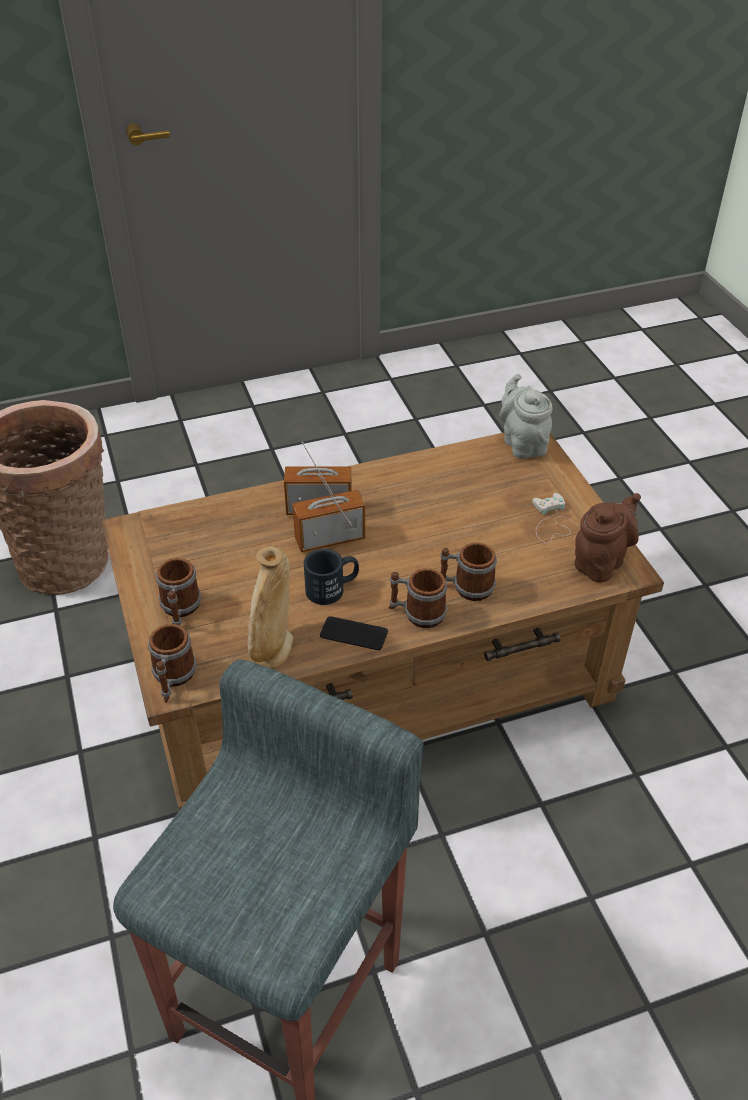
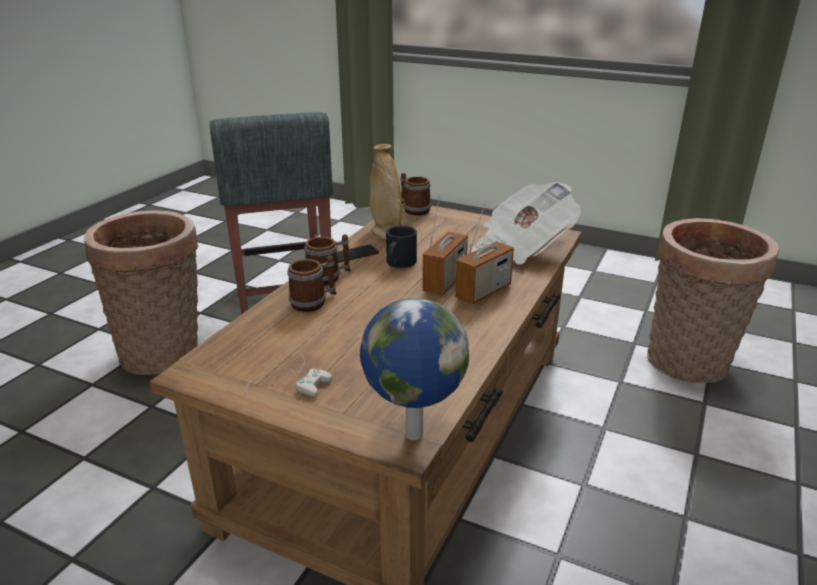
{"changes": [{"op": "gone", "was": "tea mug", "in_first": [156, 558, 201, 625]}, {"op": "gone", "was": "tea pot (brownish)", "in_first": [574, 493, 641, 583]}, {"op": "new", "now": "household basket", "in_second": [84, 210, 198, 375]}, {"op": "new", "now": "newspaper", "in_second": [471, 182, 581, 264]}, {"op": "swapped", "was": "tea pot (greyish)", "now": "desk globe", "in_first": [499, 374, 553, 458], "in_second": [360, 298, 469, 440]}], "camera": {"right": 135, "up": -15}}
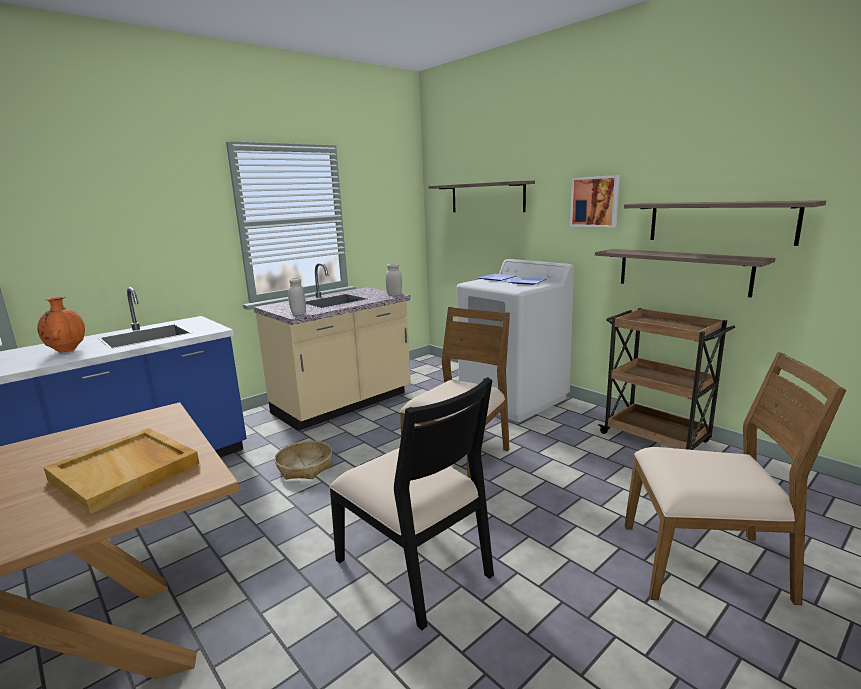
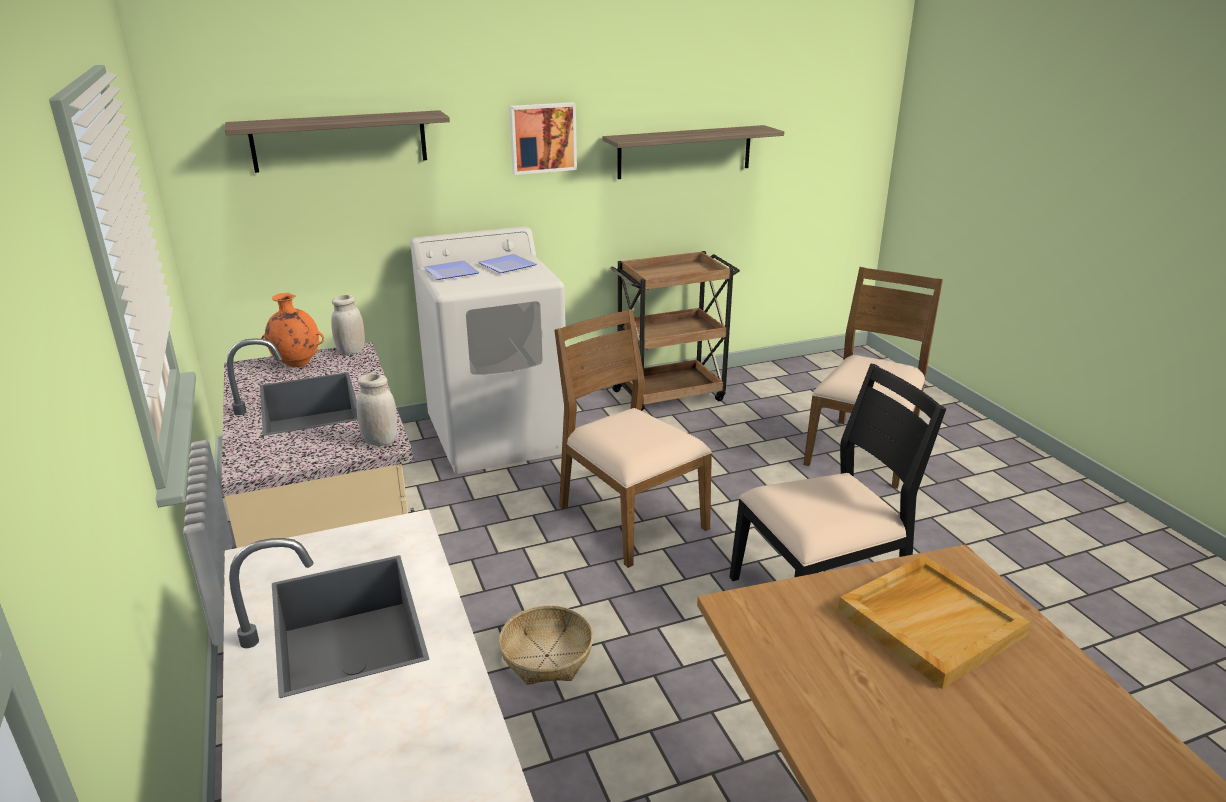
{"changes": [{"op": "gone", "was": "wall shelf", "in_first": [595, 249, 776, 298]}, {"op": "shifted", "was": "decorative vase (orangey)", "in_first": [37, 296, 85, 352], "in_second": [261, 293, 324, 367]}], "camera": {"right": -70, "up": 10}}
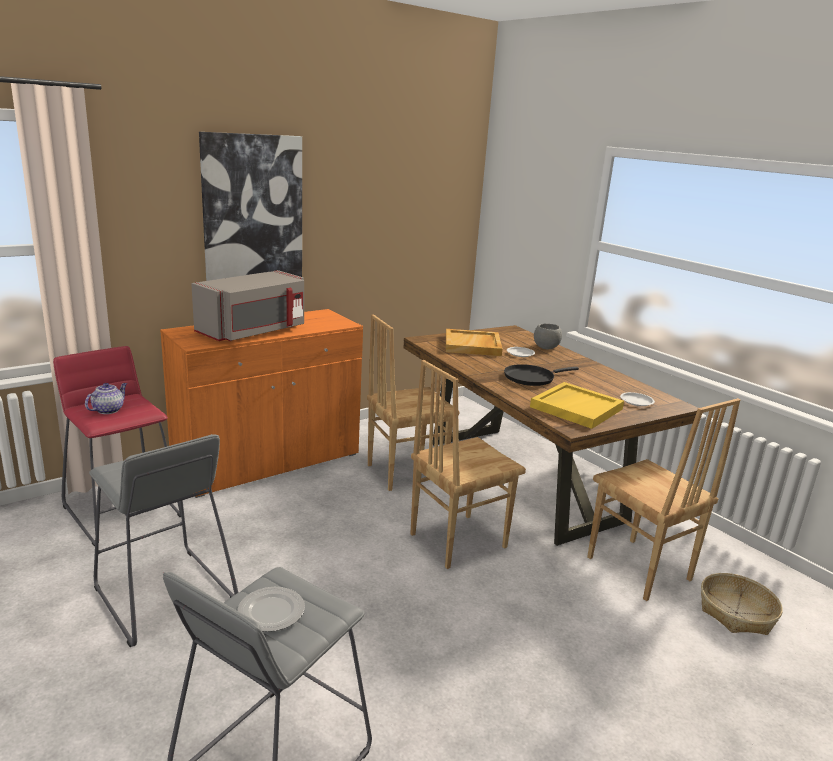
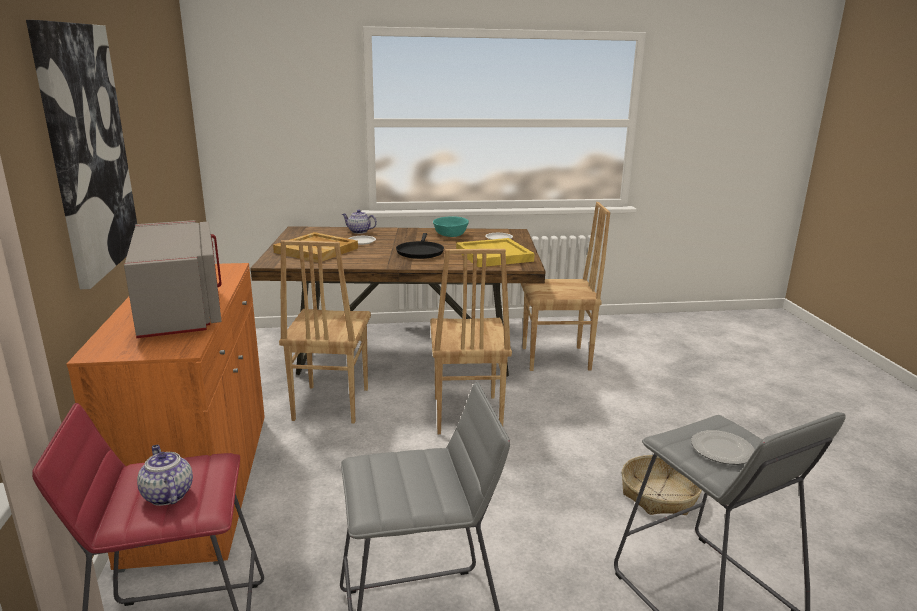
{"changes": [{"op": "new", "now": "bowl (blue-green)", "in_second": [433, 216, 469, 237]}, {"op": "shifted", "was": "household basket", "in_first": [701, 573, 783, 635], "in_second": [622, 455, 702, 515]}, {"op": "swapped", "was": "bowl (greyish)", "now": "tea pot", "in_first": [534, 324, 562, 349], "in_second": [342, 210, 377, 234]}], "camera": {"right": -60, "up": 0}}
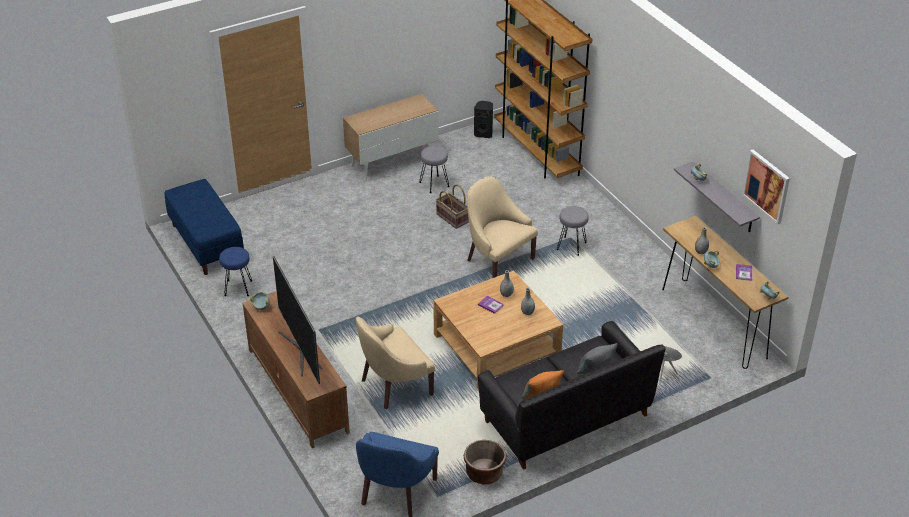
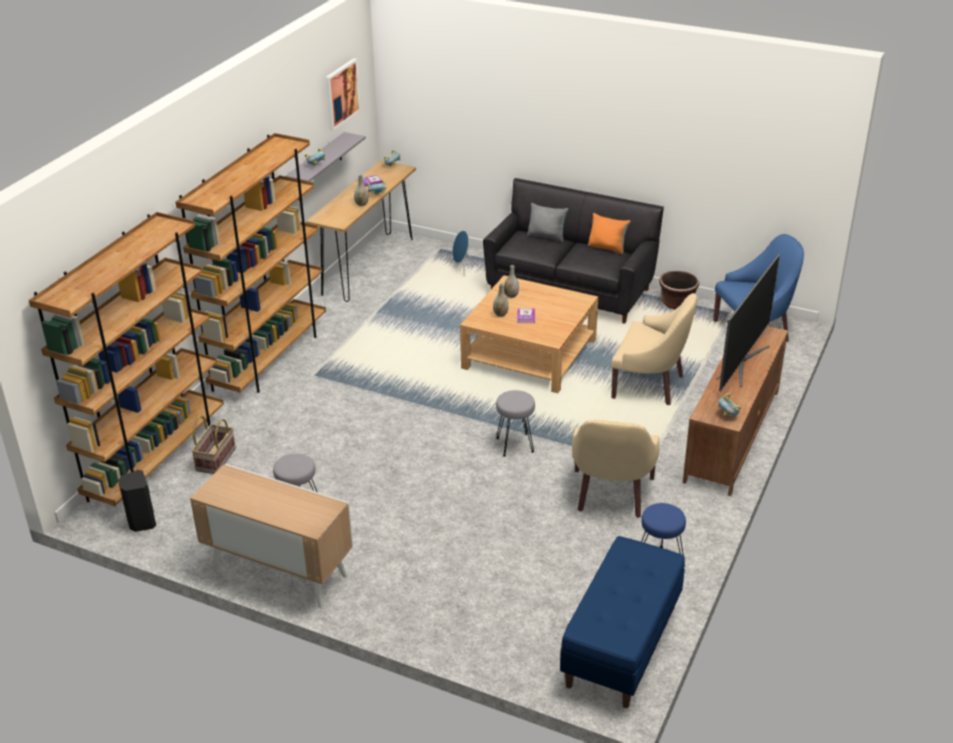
{"changes": [{"op": "new", "now": "bookshelf (brownish)", "in_second": [176, 133, 326, 393]}, {"op": "shifted", "was": "household basket", "in_first": [436, 184, 469, 229], "in_second": [191, 415, 236, 474]}, {"op": "shifted", "was": "armchair (beige-coloured)", "in_first": [467, 176, 538, 278], "in_second": [572, 420, 660, 518]}, {"op": "shifted", "was": "stool (greyish)", "in_first": [557, 206, 589, 256], "in_second": [496, 390, 535, 457]}], "camera": {"right": -125, "up": -5}}
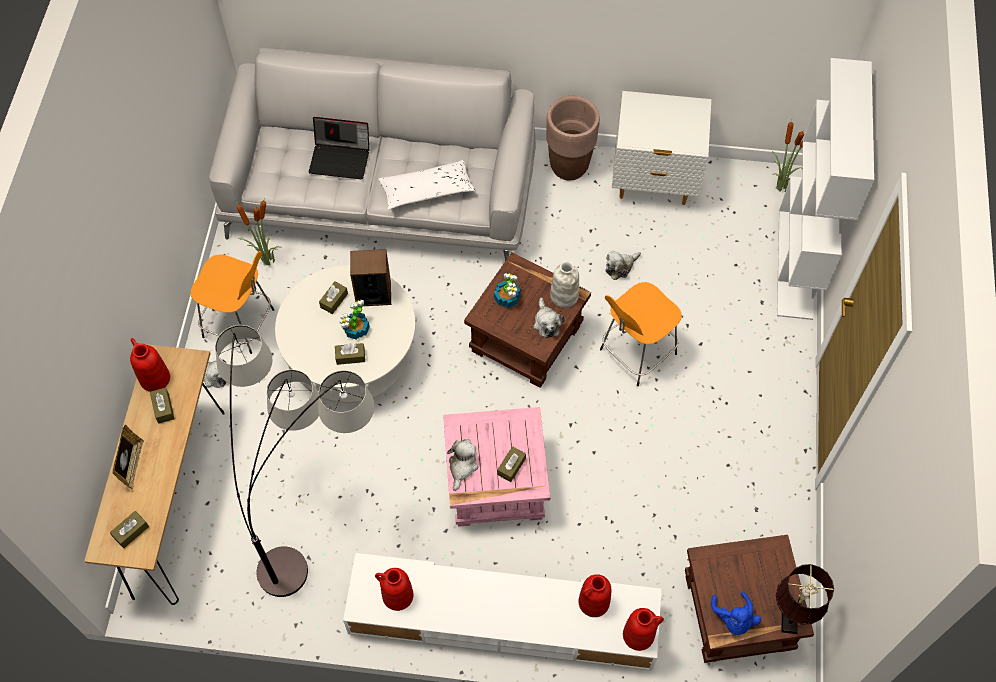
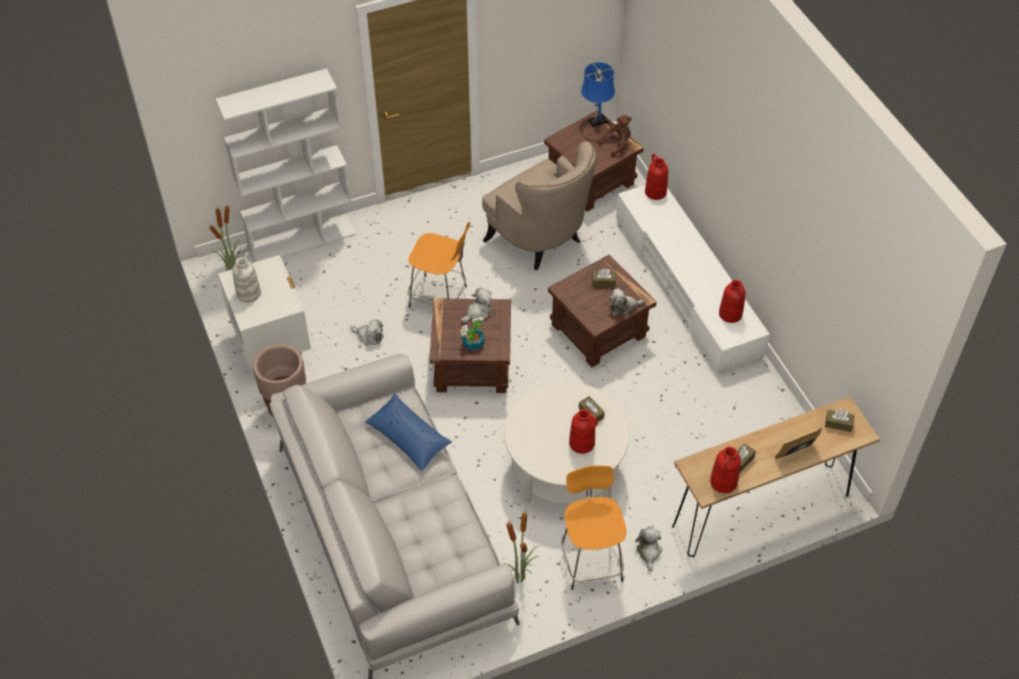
{"changes": [{"op": "gone", "was": "standing lamp", "in_first": [215, 325, 374, 597]}, {"op": "gone", "was": "portable computer", "in_first": [309, 117, 369, 179]}, {"op": "gone", "was": "tissue box (brownish)", "in_first": [319, 281, 348, 314]}, {"op": "gone", "was": "potted plant", "in_first": [340, 300, 370, 340]}, {"op": "gone", "was": "loudspeaker", "in_first": [350, 249, 391, 306]}, {"op": "new", "now": "armchair (beige-coloured)", "in_second": [482, 141, 597, 270]}, {"op": "shifted", "was": "decorative vase (white)", "in_first": [550, 261, 579, 308], "in_second": [233, 252, 261, 302]}, {"op": "shifted", "was": "decorative vase (red-coloured)", "in_first": [579, 574, 611, 617], "in_second": [569, 409, 598, 454]}, {"op": "repainted", "was": "throw pillow (white)", "now": "throw pillow (bluish)", "in_first": [379, 160, 475, 210], "in_second": [365, 393, 452, 472]}, {"op": "repainted", "was": "side table (pinkish)", "now": "side table (brownish)", "in_first": [443, 407, 550, 527], "in_second": [548, 255, 657, 367]}, {"op": "repainted", "was": "plush toy (bluish)", "now": "plush toy (brownish)", "in_first": [711, 591, 761, 635], "in_second": [599, 115, 632, 156]}, {"op": "repainted", "was": "table lamp (brownish)", "now": "table lamp (bluish)", "in_first": [776, 564, 834, 634], "in_second": [581, 62, 615, 127]}], "camera": {"right": -120, "up": -10}}
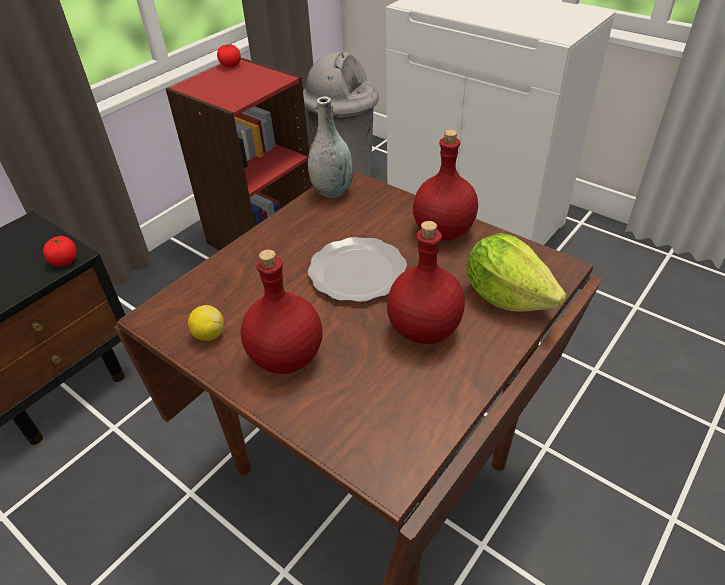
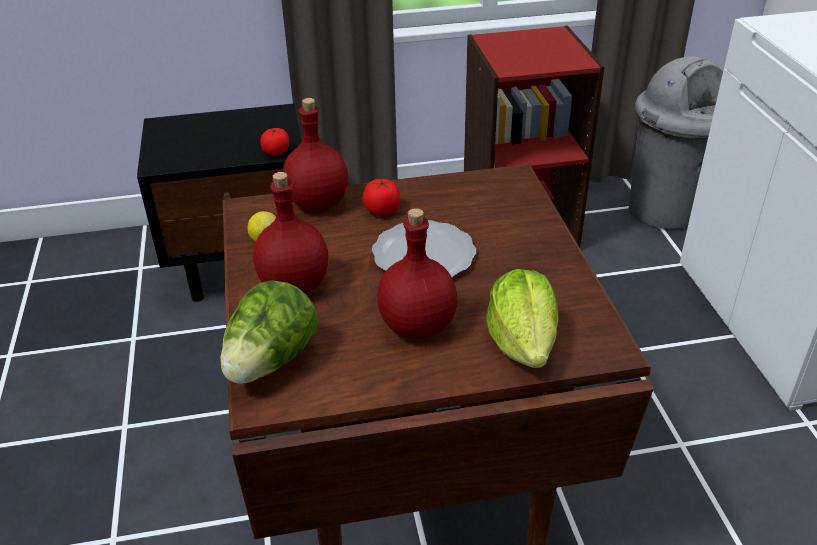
{"changes": [{"op": "gone", "was": "decorative vase (greyish)", "in_first": [308, 97, 353, 198]}, {"op": "new", "now": "lettuce head", "in_second": [220, 280, 319, 384]}, {"op": "shifted", "was": "fresh tomato", "in_first": [217, 44, 241, 68], "in_second": [363, 179, 400, 216]}, {"op": "shifted", "was": "beverage bottle (red-coloured)", "in_first": [413, 130, 478, 240], "in_second": [283, 98, 348, 211]}], "camera": {"right": 40, "up": -5}}
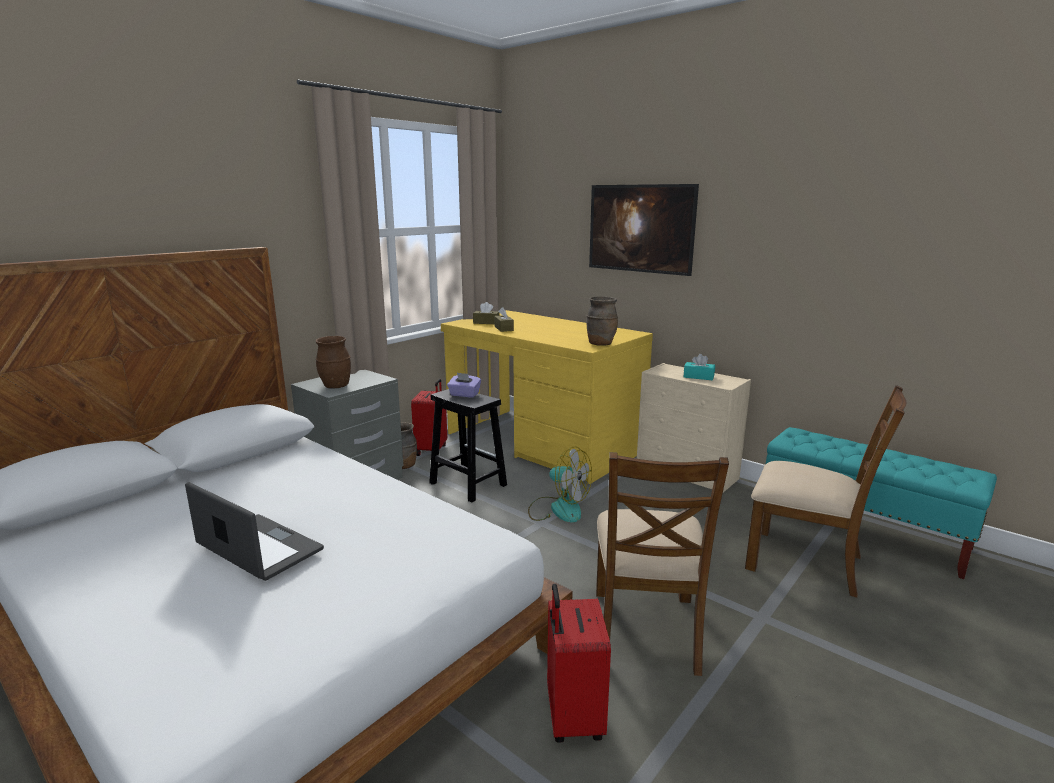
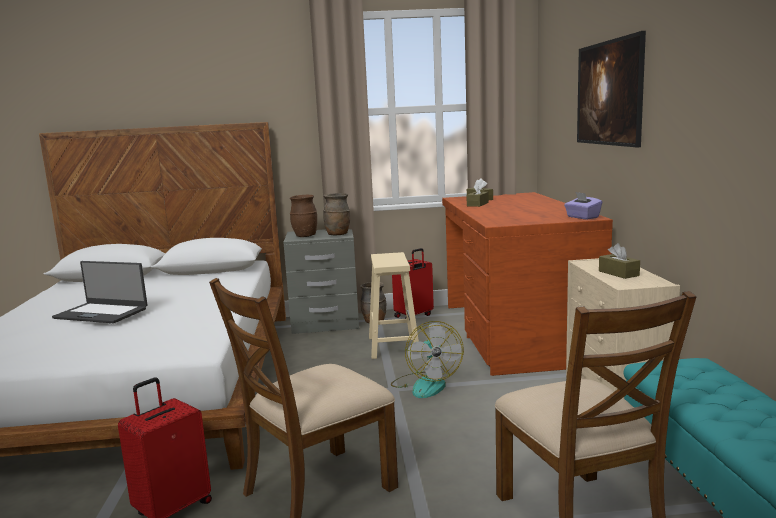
{"changes": [{"op": "shifted", "was": "tissue box (purplish)", "in_first": [447, 373, 481, 398], "in_second": [564, 192, 602, 220]}, {"op": "shifted", "was": "decorative vase (brownish)", "in_first": [586, 296, 618, 346], "in_second": [323, 193, 350, 236]}, {"op": "repainted", "was": "stool (black)", "now": "stool (beige-coloured)", "in_first": [429, 389, 507, 503], "in_second": [369, 252, 419, 359]}, {"op": "repainted", "was": "desk unit (yellow-coloured)", "now": "desk unit (brownish)", "in_first": [441, 310, 653, 484], "in_second": [442, 192, 613, 376]}, {"op": "repainted", "was": "tissue box (blue-green)", "now": "tissue box (brownish)", "in_first": [684, 354, 715, 380], "in_second": [599, 243, 640, 279]}, {"op": "rotated", "was": "portable computer", "in_first": [185, 482, 324, 581], "in_second": [52, 261, 147, 323], "clockwise": 120}], "camera": {"right": 45, "up": -5}}
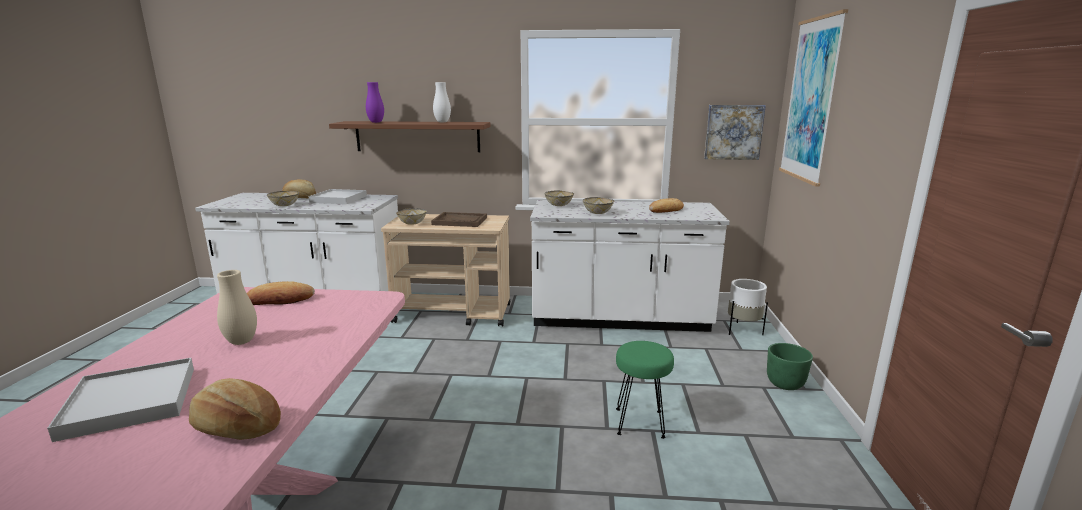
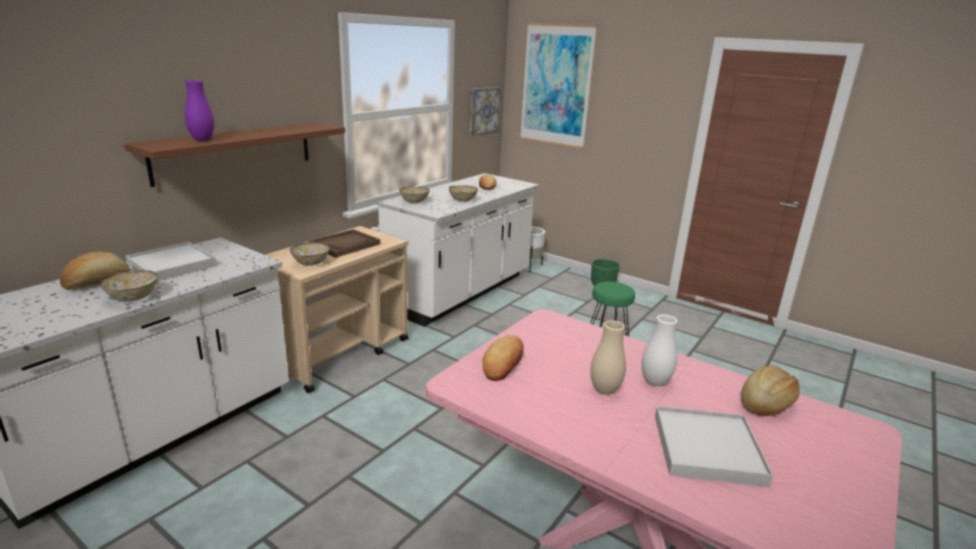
{"changes": [{"op": "shifted", "was": "decorative vase (white)", "in_first": [433, 82, 451, 122], "in_second": [642, 314, 678, 386]}], "camera": {"right": -60, "up": 5}}
